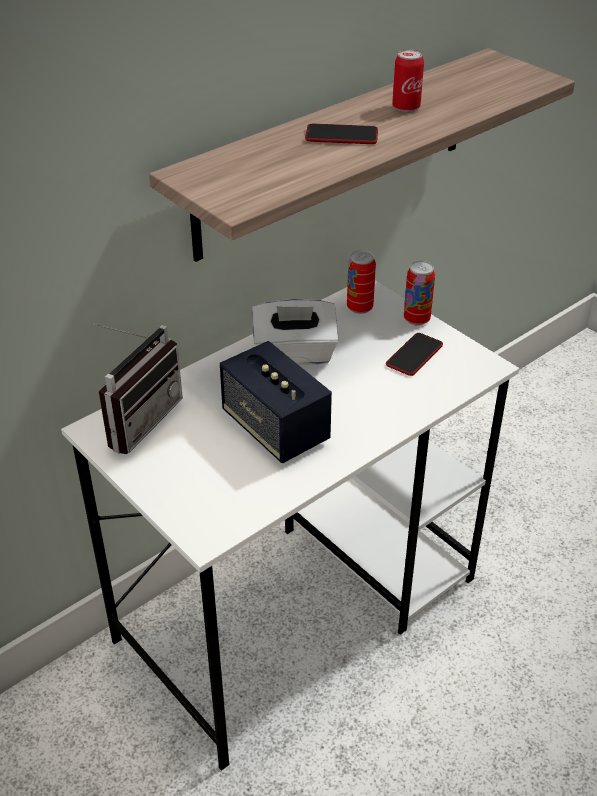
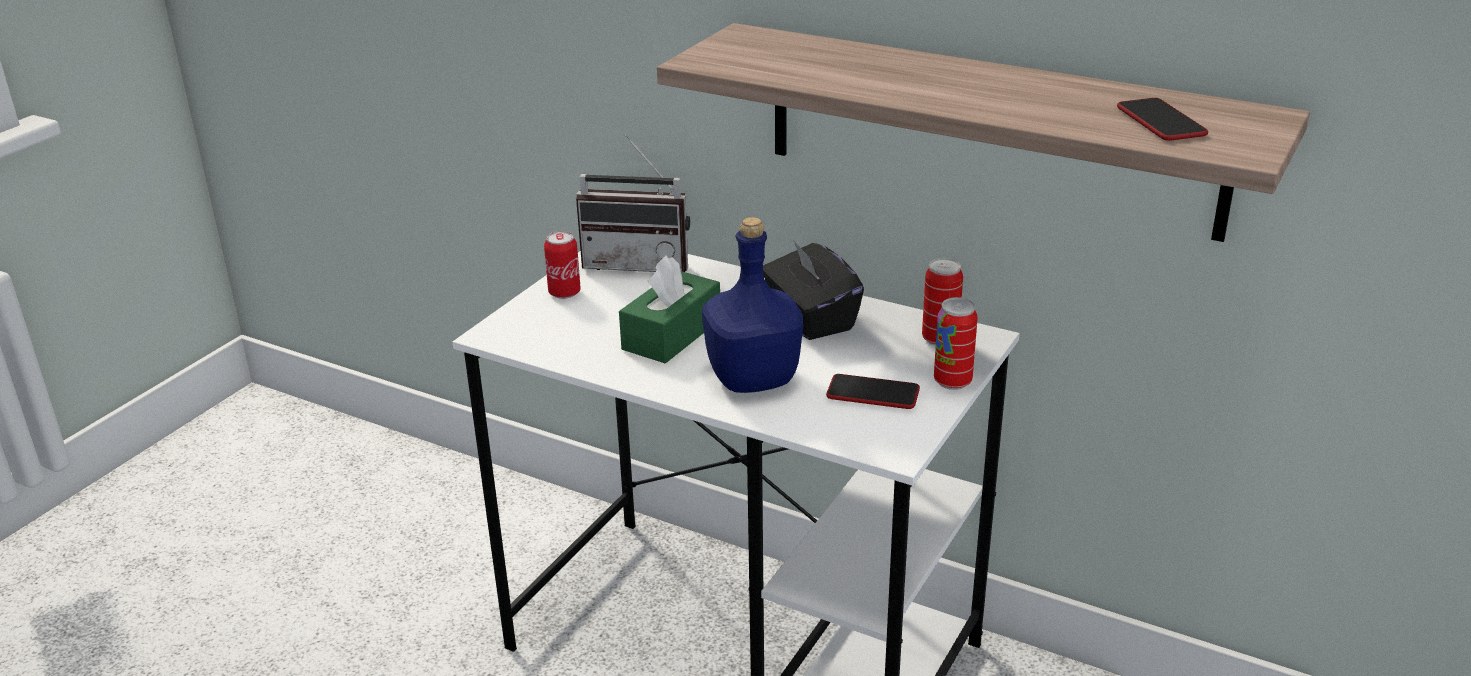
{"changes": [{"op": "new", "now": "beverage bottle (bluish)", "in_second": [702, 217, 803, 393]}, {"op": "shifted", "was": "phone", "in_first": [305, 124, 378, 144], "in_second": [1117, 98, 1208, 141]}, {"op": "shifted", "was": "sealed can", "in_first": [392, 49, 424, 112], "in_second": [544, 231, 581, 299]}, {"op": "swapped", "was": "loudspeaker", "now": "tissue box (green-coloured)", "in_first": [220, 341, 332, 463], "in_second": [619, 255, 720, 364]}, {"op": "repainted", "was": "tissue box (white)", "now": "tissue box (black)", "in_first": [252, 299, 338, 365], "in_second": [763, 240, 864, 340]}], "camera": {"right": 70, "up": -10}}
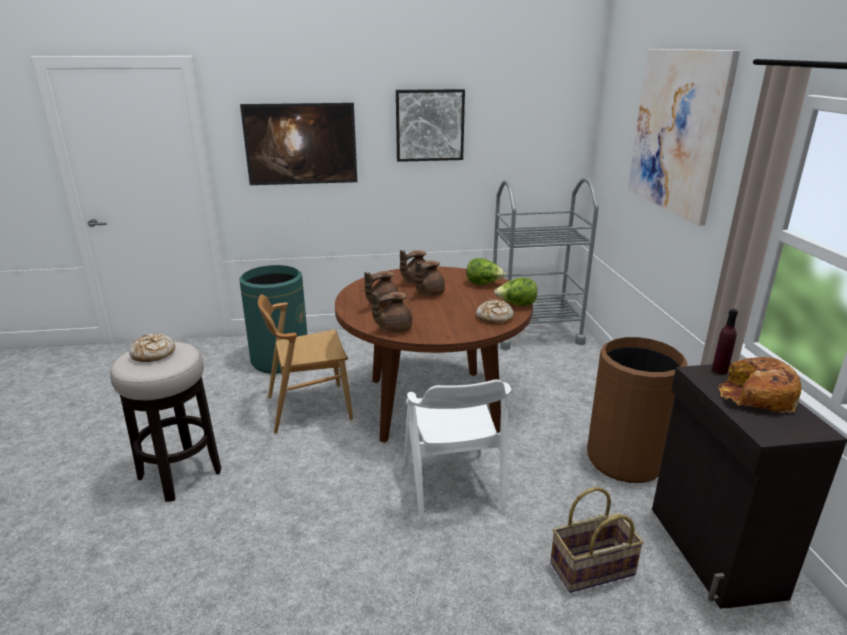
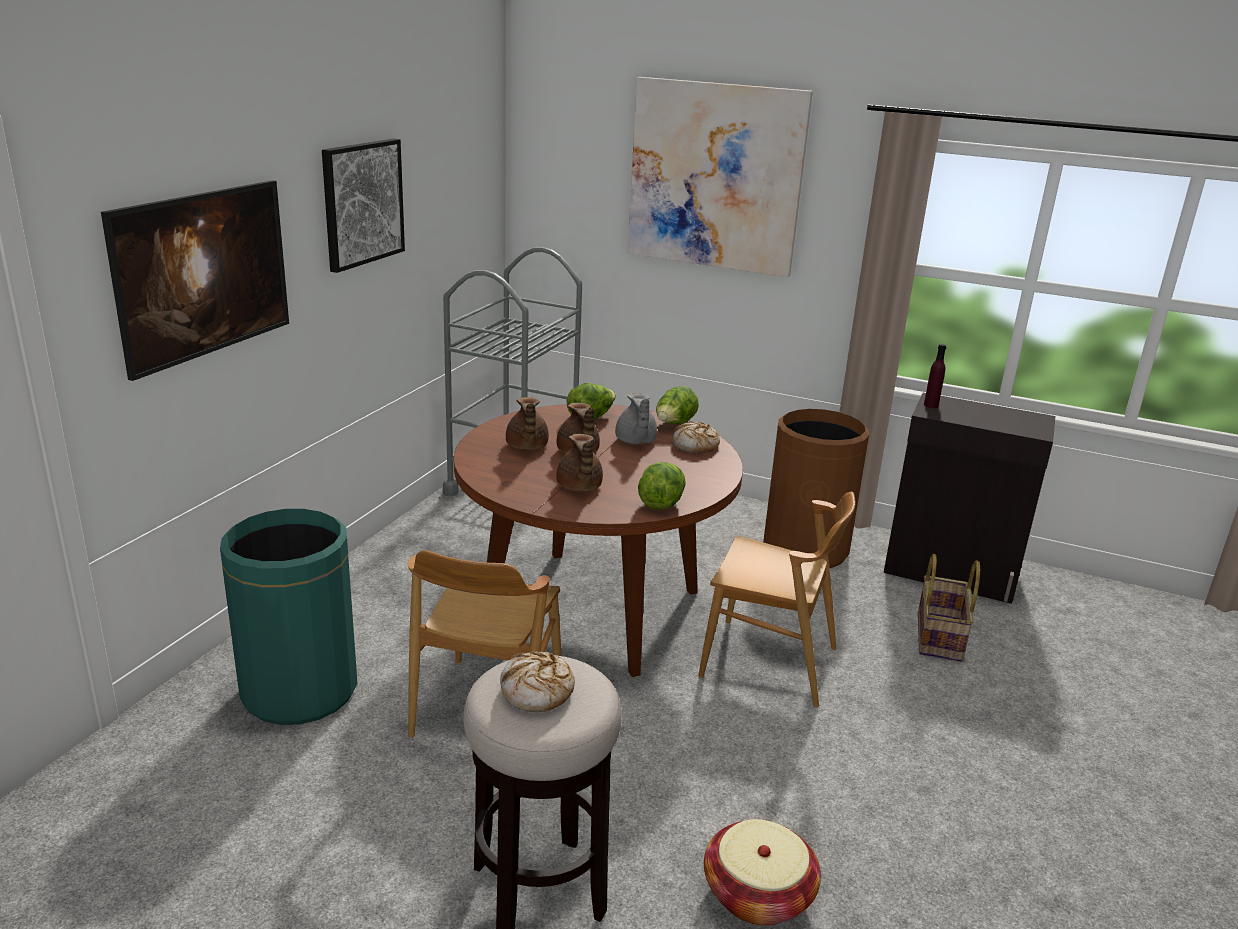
{"changes": [{"op": "gone", "was": "baked bread", "in_first": [718, 357, 802, 413]}, {"op": "new", "now": "tea pot (greyish)", "in_second": [615, 393, 657, 445]}, {"op": "new", "now": "household basket", "in_second": [704, 819, 821, 926]}, {"op": "swapped", "was": "tea pot (brownish)", "now": "lettuce head", "in_first": [372, 292, 412, 333], "in_second": [638, 462, 686, 510]}, {"op": "repainted", "was": "upright chair (white)", "now": "upright chair (brownish)", "in_first": [404, 379, 511, 526], "in_second": [698, 491, 855, 707]}], "camera": {"right": -60, "up": 0}}
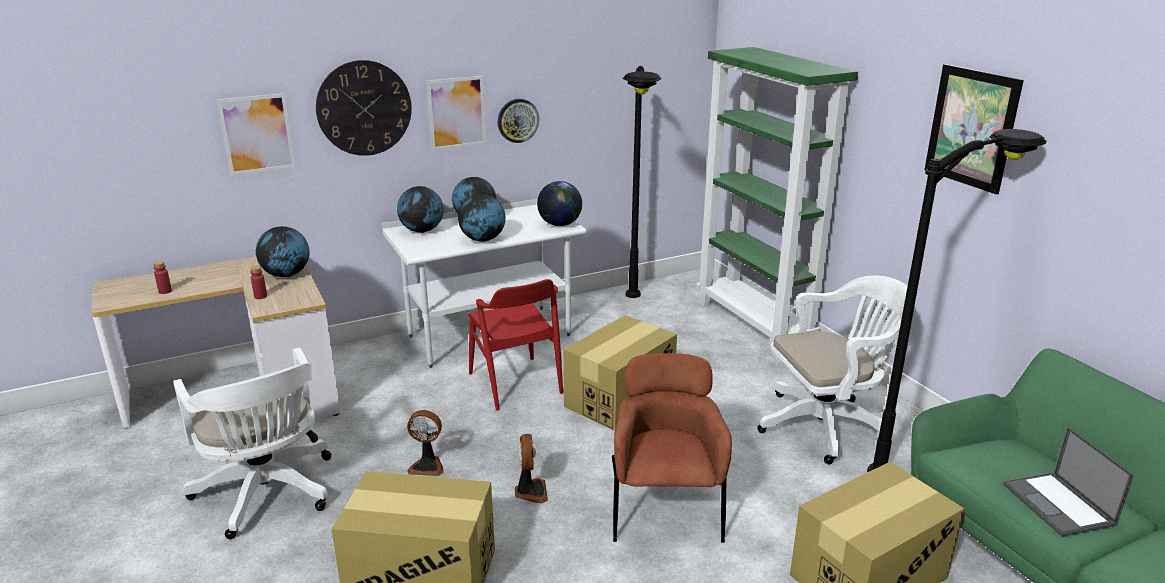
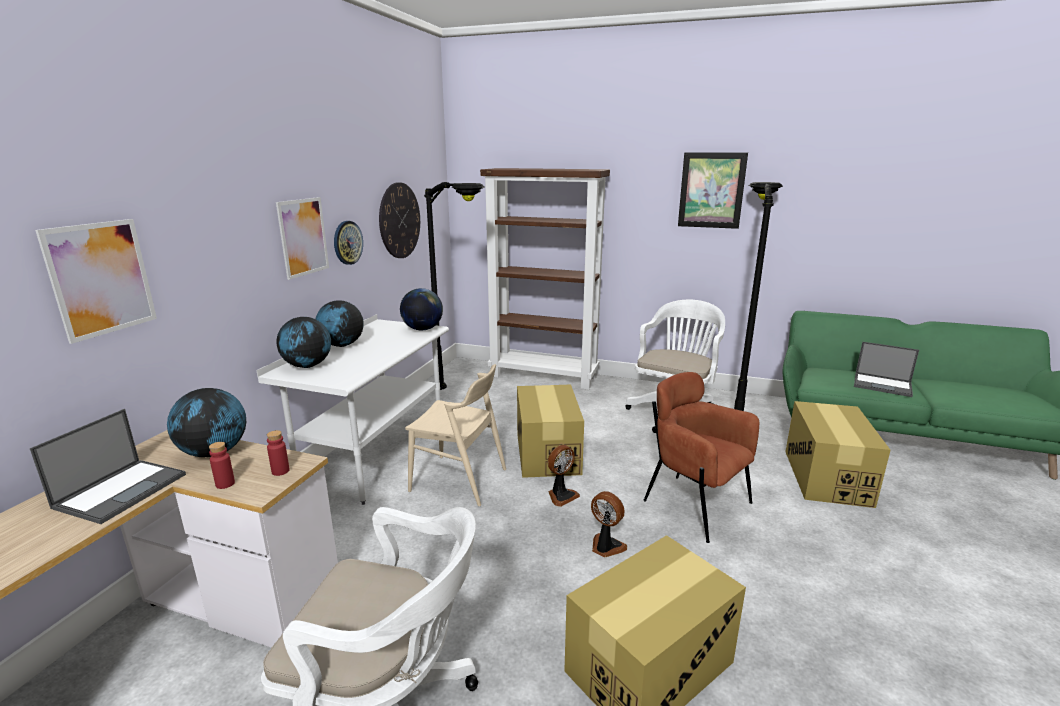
{"changes": [{"op": "gone", "was": "desk globe", "in_first": [458, 194, 505, 242]}, {"op": "new", "now": "portable computer", "in_second": [30, 409, 186, 524]}, {"op": "shifted", "was": "beverage bottle (red-coloured)", "in_first": [153, 261, 172, 294], "in_second": [267, 430, 290, 476]}, {"op": "shifted", "was": "hanging clock", "in_first": [316, 60, 412, 156], "in_second": [379, 182, 420, 258]}, {"op": "shifted", "was": "fan", "in_first": [407, 410, 443, 476], "in_second": [548, 445, 580, 507]}, {"op": "repainted", "was": "upright chair (red-coloured)", "now": "upright chair (beige-coloured)", "in_first": [468, 279, 563, 411], "in_second": [405, 364, 506, 506]}, {"op": "repainted", "was": "bookshelf (green-coloured)", "now": "bookshelf (brownish)", "in_first": [696, 47, 858, 358], "in_second": [480, 168, 610, 390]}], "camera": {"right": -45, "up": -5}}
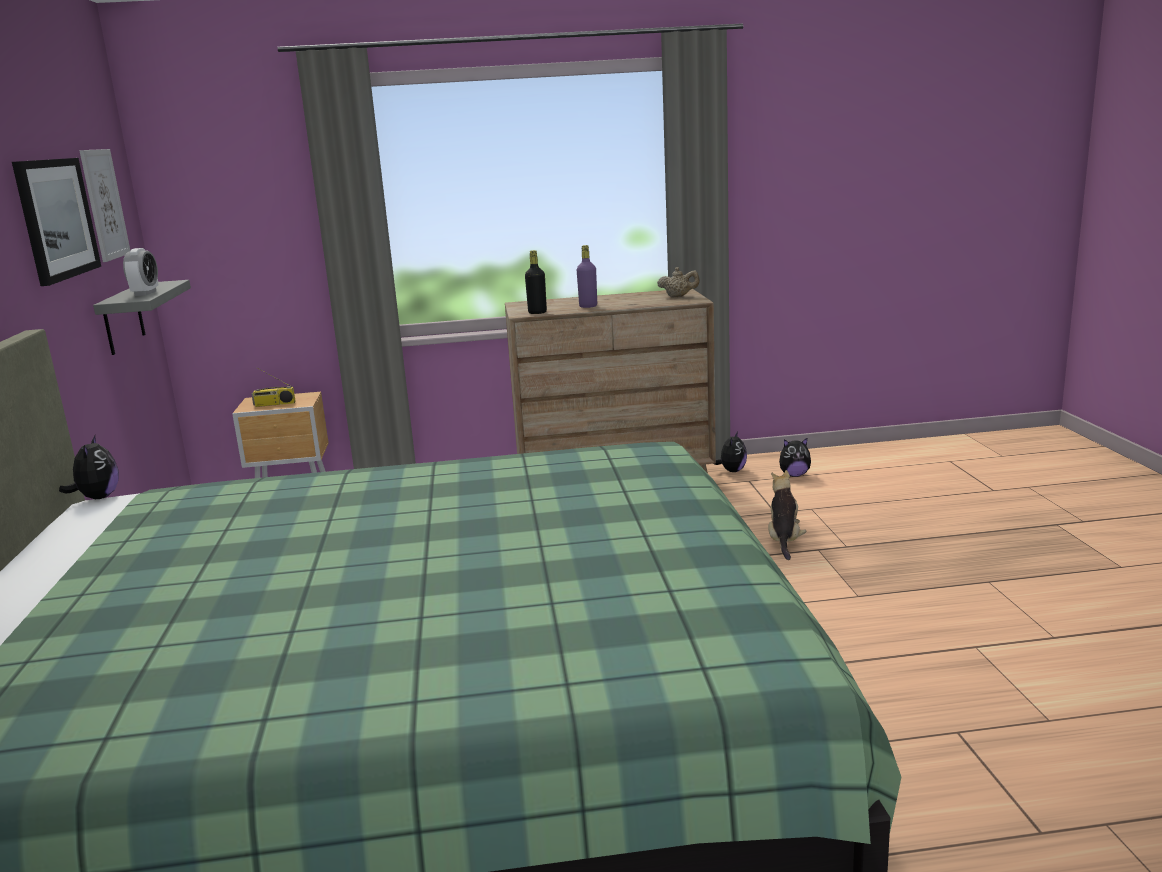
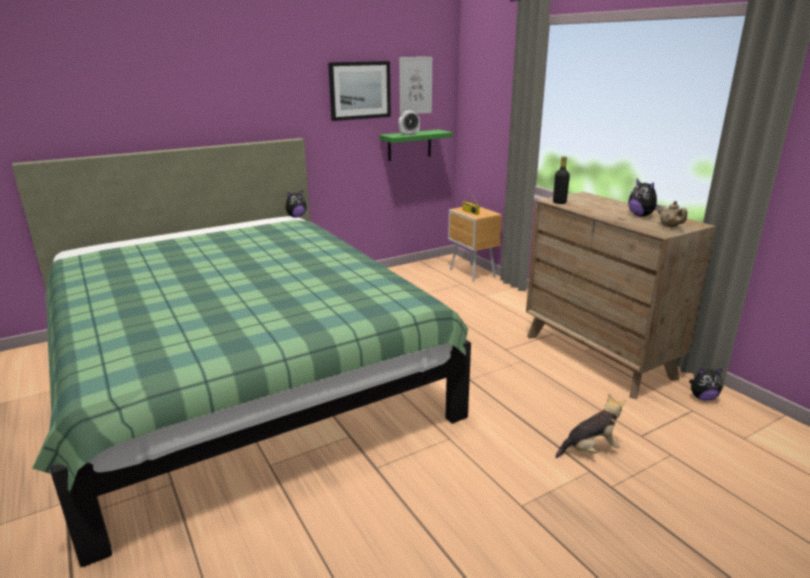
{"changes": [{"op": "gone", "was": "beverage bottle (purplish)", "in_first": [577, 245, 597, 308]}, {"op": "shifted", "was": "plush toy", "in_first": [779, 437, 811, 477], "in_second": [628, 179, 661, 217]}, {"op": "repainted", "was": "wall shelf (greyish)", "now": "wall shelf (green-coloured)", "in_first": [93, 280, 191, 355], "in_second": [379, 129, 453, 161]}], "camera": {"right": 65, "up": 5}}
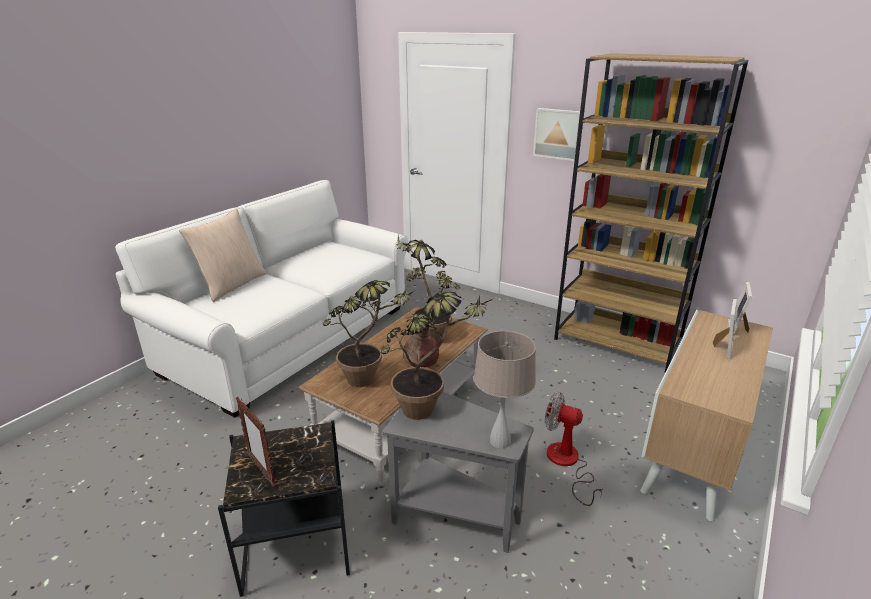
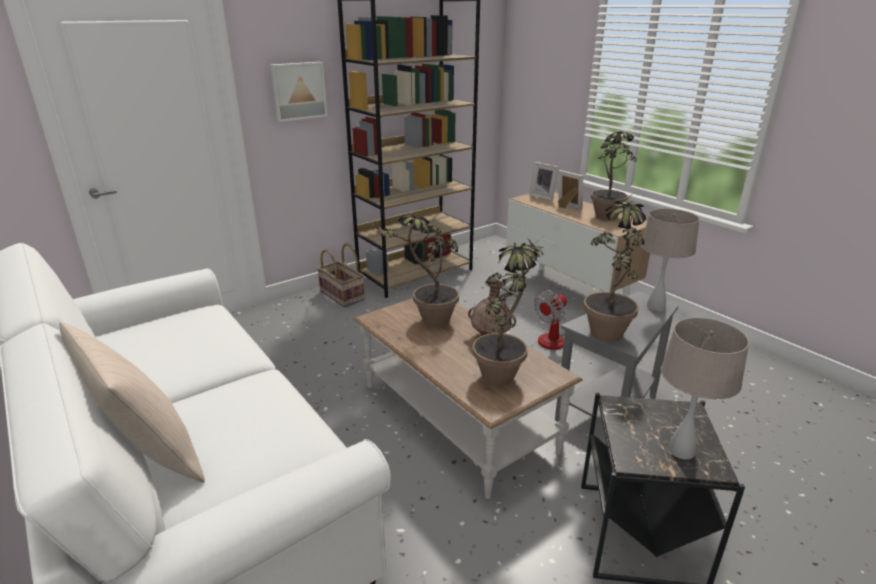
{"changes": [{"op": "new", "now": "household basket", "in_second": [317, 243, 365, 307]}, {"op": "new", "now": "potted plant", "in_second": [591, 131, 637, 221]}, {"op": "swapped", "was": "photo frame", "now": "table lamp (beige-coloured)", "in_first": [236, 397, 275, 487], "in_second": [661, 318, 750, 460]}], "camera": {"right": -70, "up": 0}}
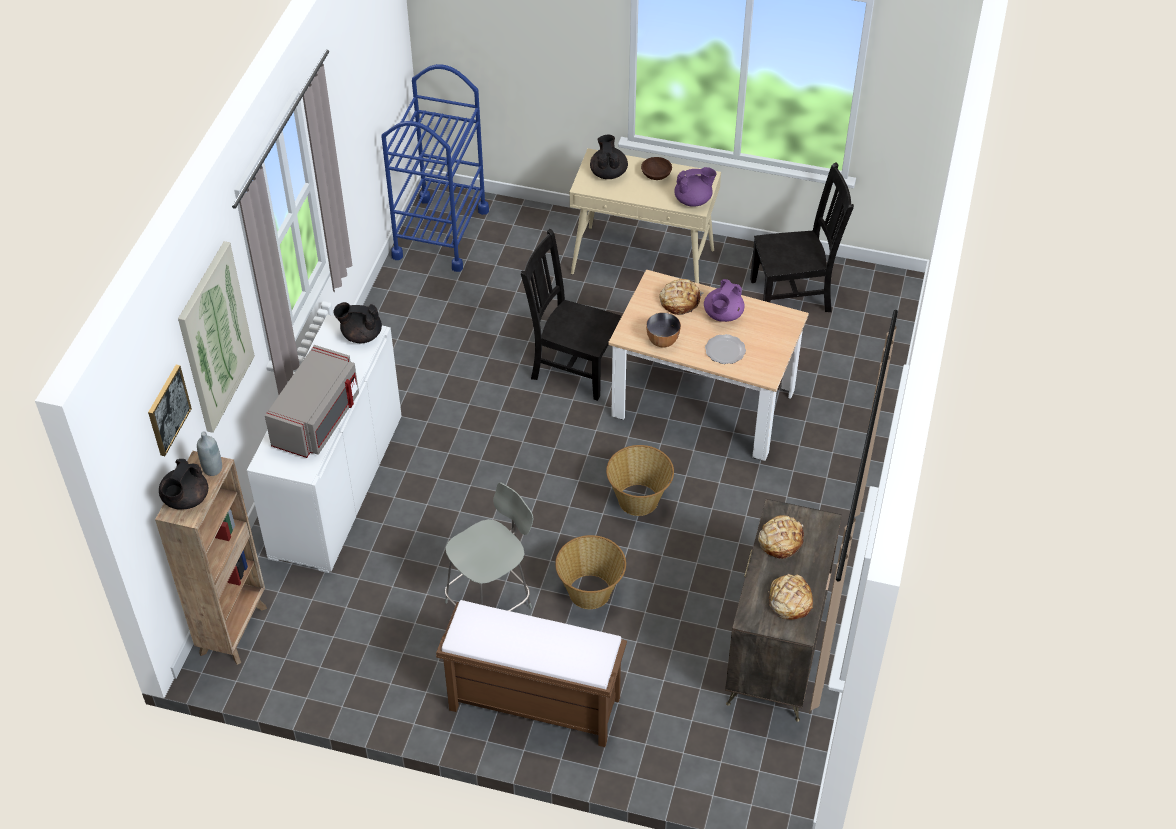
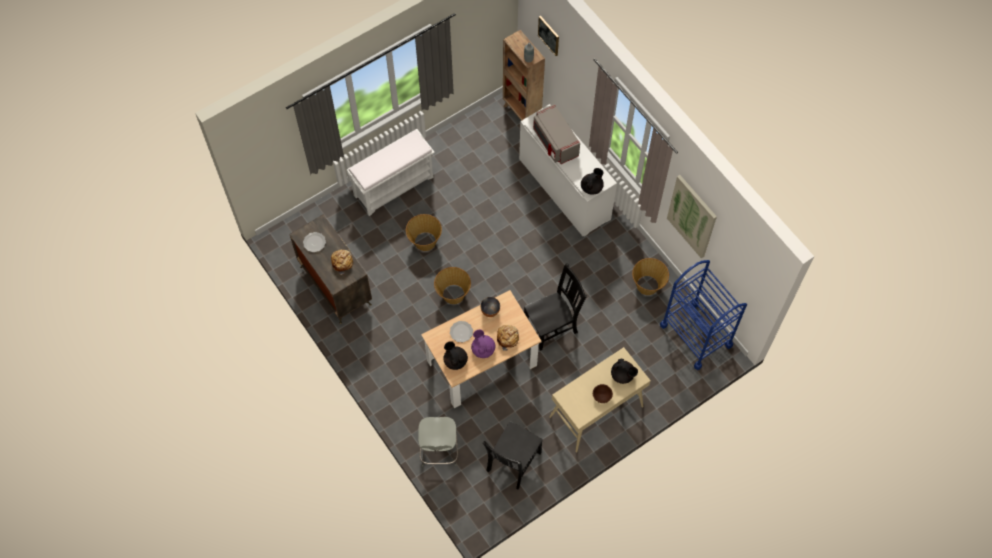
{"changes": [{"op": "gone", "was": "tea pot (purplish)", "in_first": [674, 167, 717, 207]}, {"op": "new", "now": "household basket", "in_second": [632, 258, 669, 295]}, {"op": "shifted", "was": "tea pot (black)", "in_first": [159, 459, 208, 510], "in_second": [443, 341, 468, 370]}, {"op": "shifted", "was": "picture", "in_first": [178, 241, 255, 433], "in_second": [667, 175, 717, 259]}, {"op": "shifted", "was": "upright chair (greyish)", "in_first": [445, 482, 533, 611], "in_second": [418, 417, 458, 467]}, {"op": "swapped", "was": "baked bread", "now": "dinner plate", "in_first": [768, 574, 813, 620], "in_second": [303, 232, 326, 252]}, {"op": "repainted", "was": "bench (brownish)", "now": "bench (white)", "in_first": [436, 600, 627, 747], "in_second": [346, 129, 435, 216]}], "camera": {"right": 130, "up": 15}}
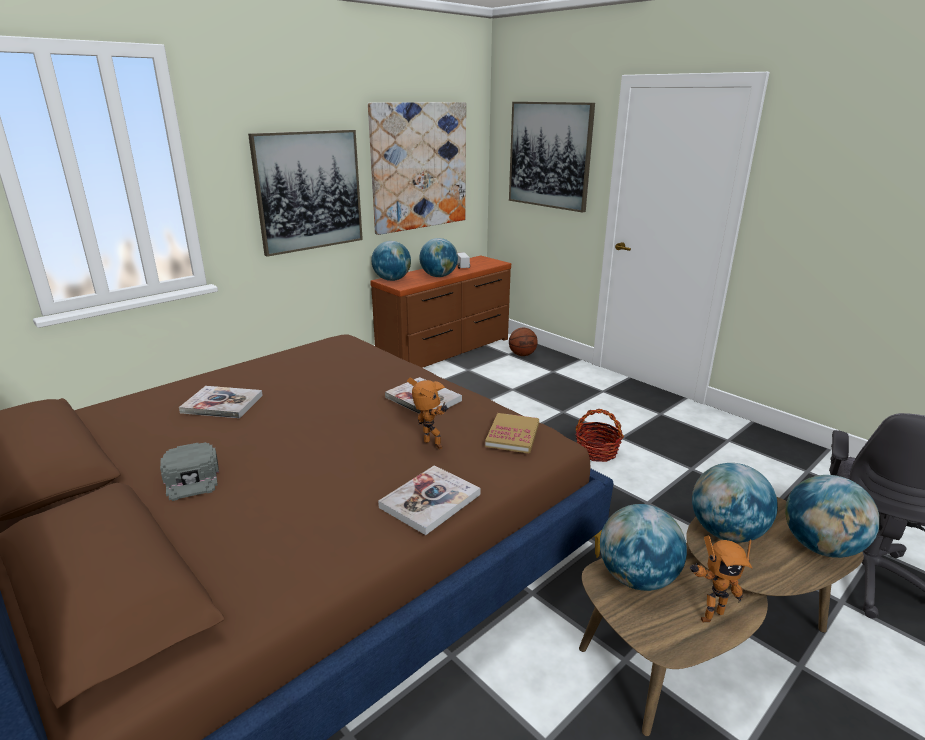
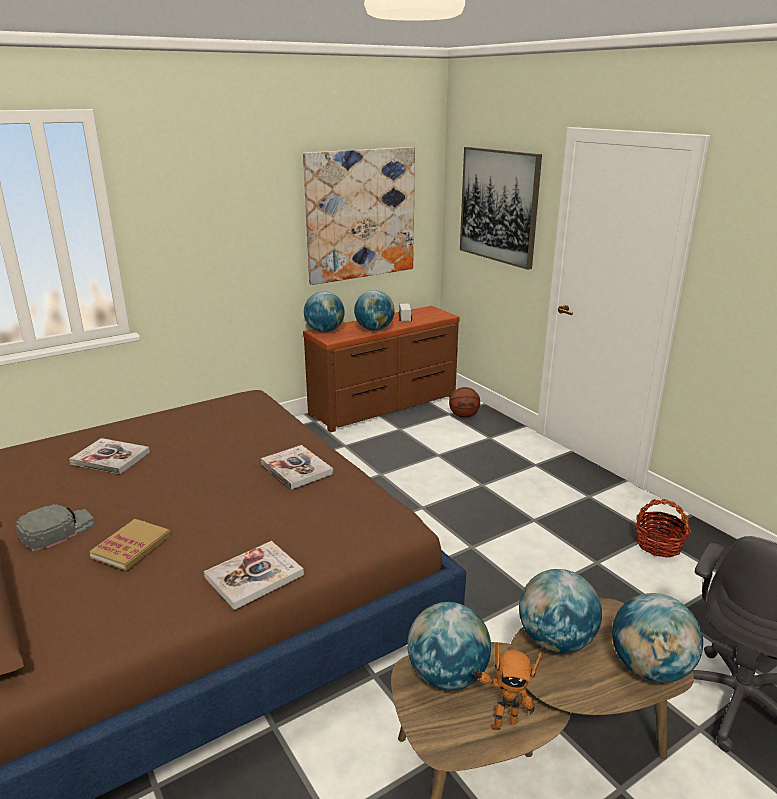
{"changes": [{"op": "gone", "was": "picture", "in_first": [248, 130, 363, 257]}, {"op": "gone", "was": "robot figure", "in_first": [407, 377, 449, 449]}, {"op": "shifted", "was": "book", "in_first": [485, 413, 539, 453], "in_second": [89, 519, 171, 571]}, {"op": "shifted", "was": "household basket", "in_first": [576, 409, 624, 462], "in_second": [636, 499, 691, 558]}, {"op": "rotated", "was": "peaked cap (greyish)", "in_first": [160, 442, 219, 501], "in_second": [16, 504, 94, 551], "clockwise": -120}], "camera": {"right": 10, "up": 0}}
